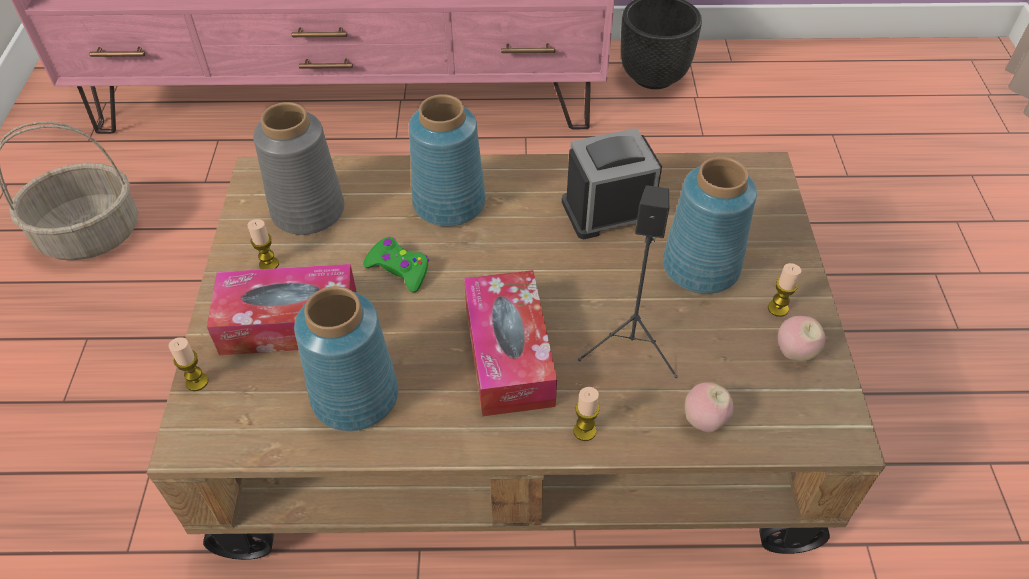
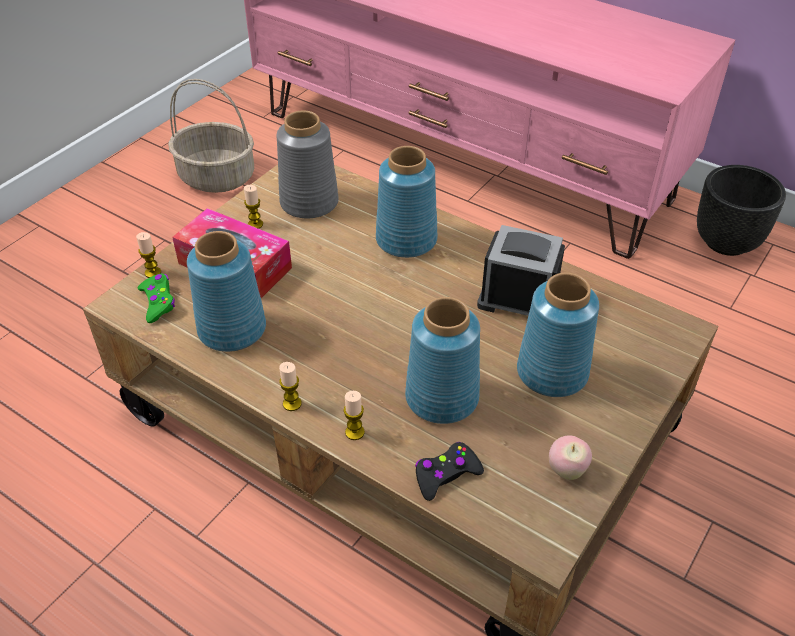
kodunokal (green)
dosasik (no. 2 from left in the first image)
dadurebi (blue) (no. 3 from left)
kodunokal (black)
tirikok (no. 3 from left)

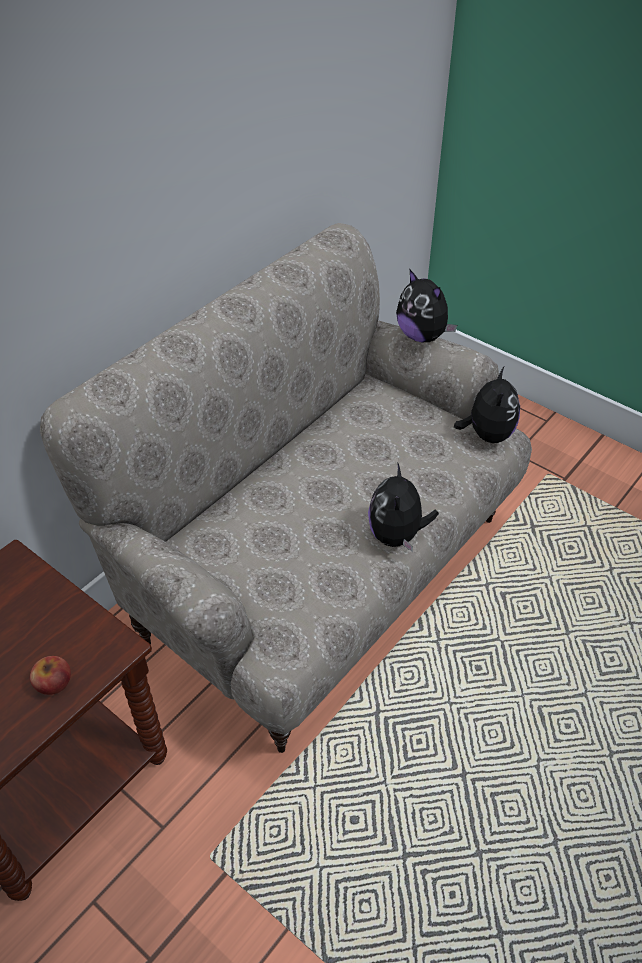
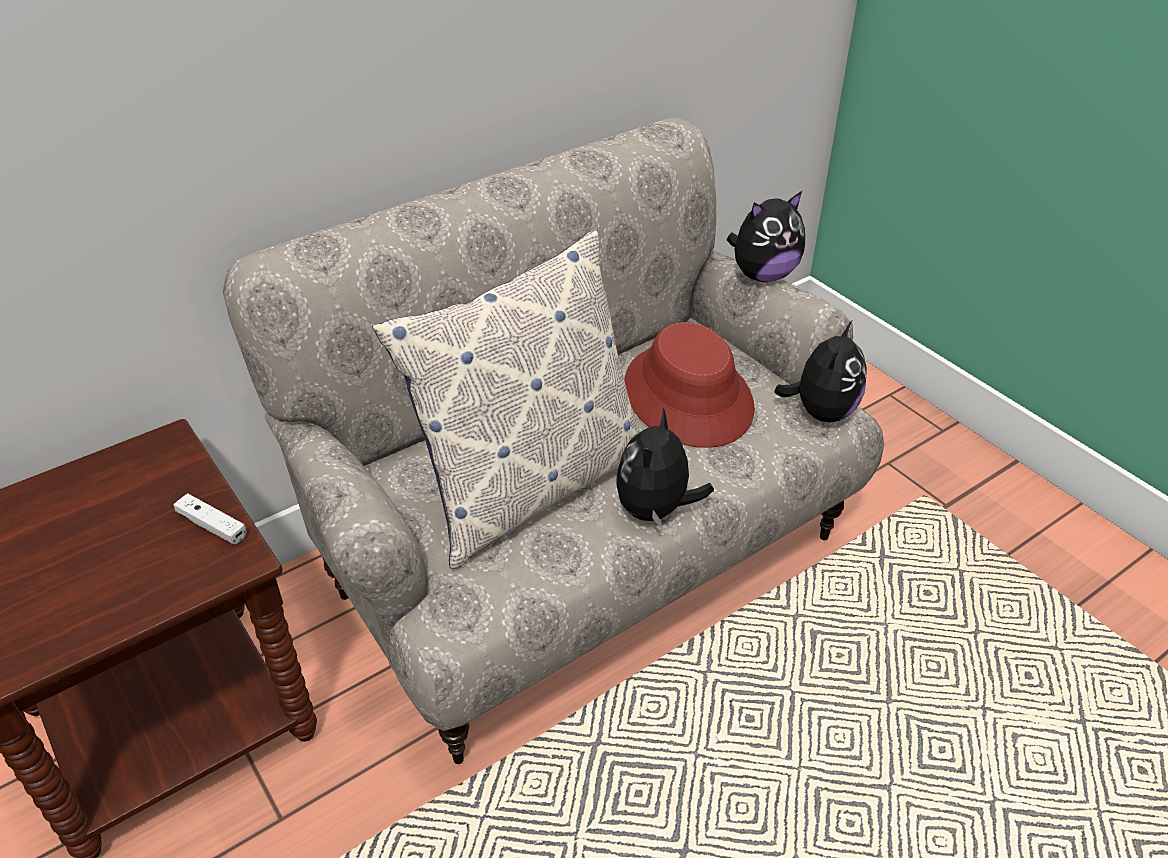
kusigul
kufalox (no. 2 from left)
kodunokal (white)
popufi
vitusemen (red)

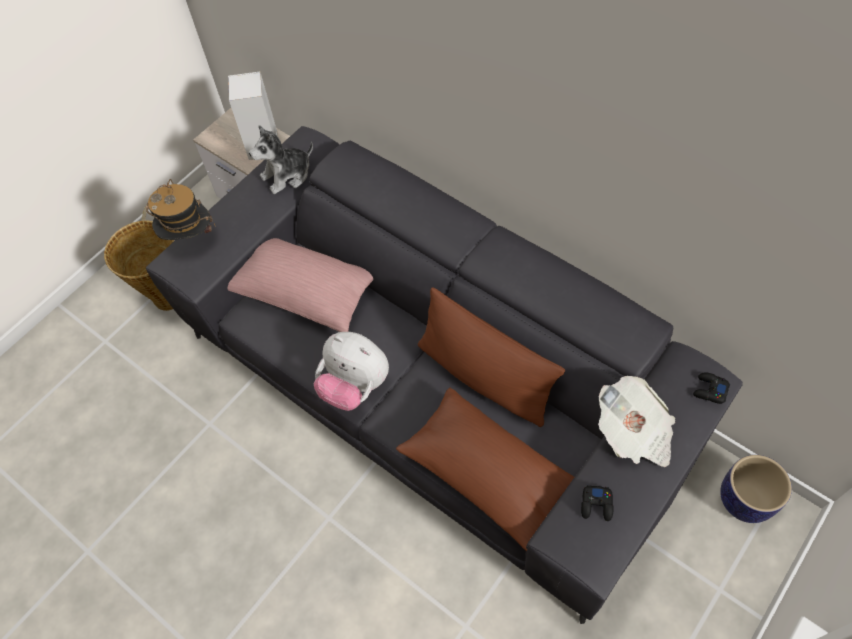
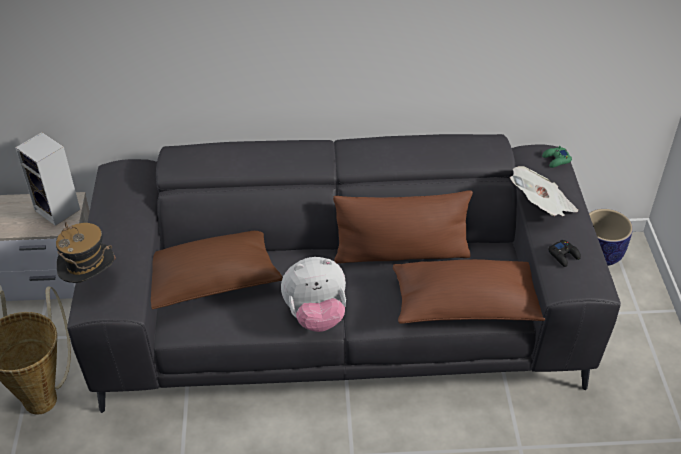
popufi (brown) (no. 1 from left)
kufalox (no. 1 from left in the first image)
kodunokal (green)

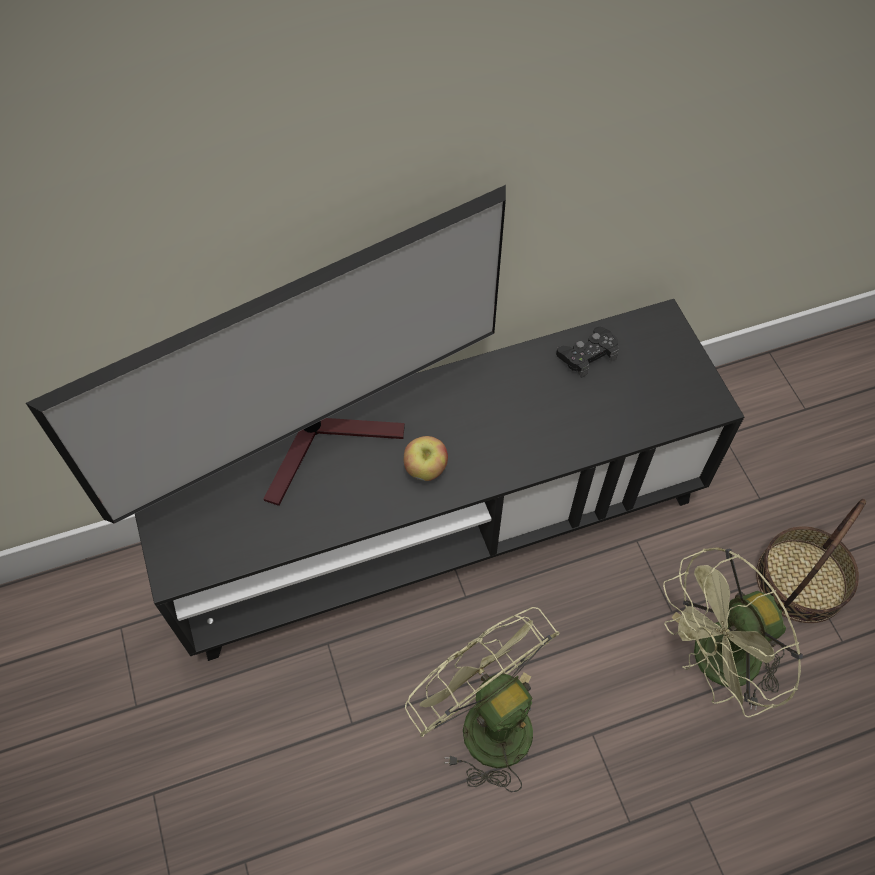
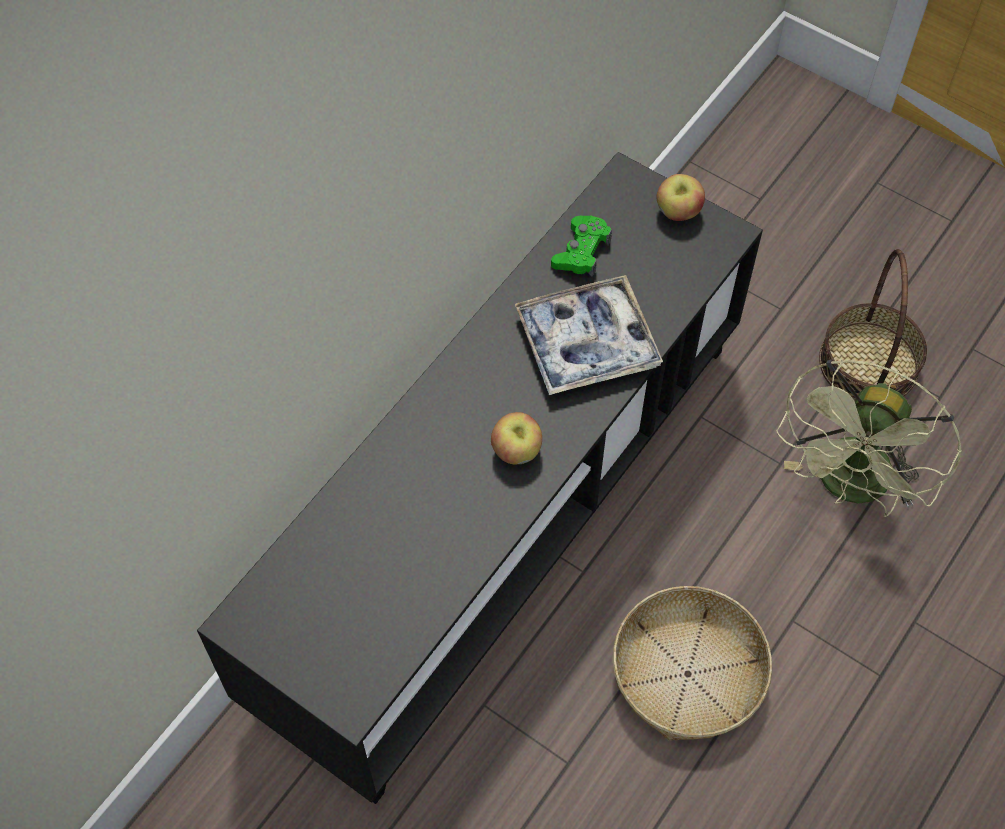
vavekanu
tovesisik (no. 1 from left)
kodunokal (green)
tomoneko
kusigul (no. 2 from left)

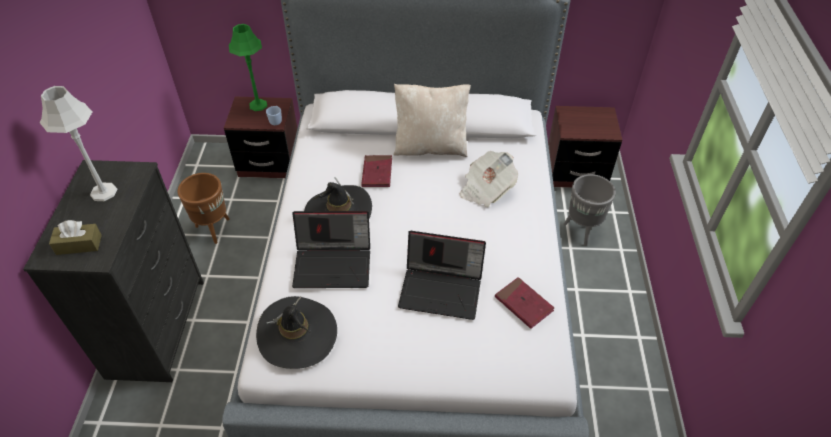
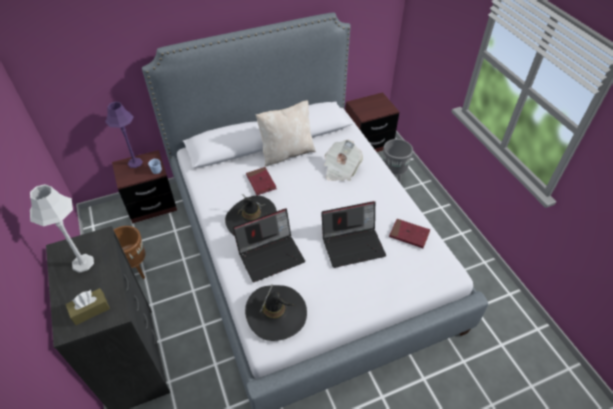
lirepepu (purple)

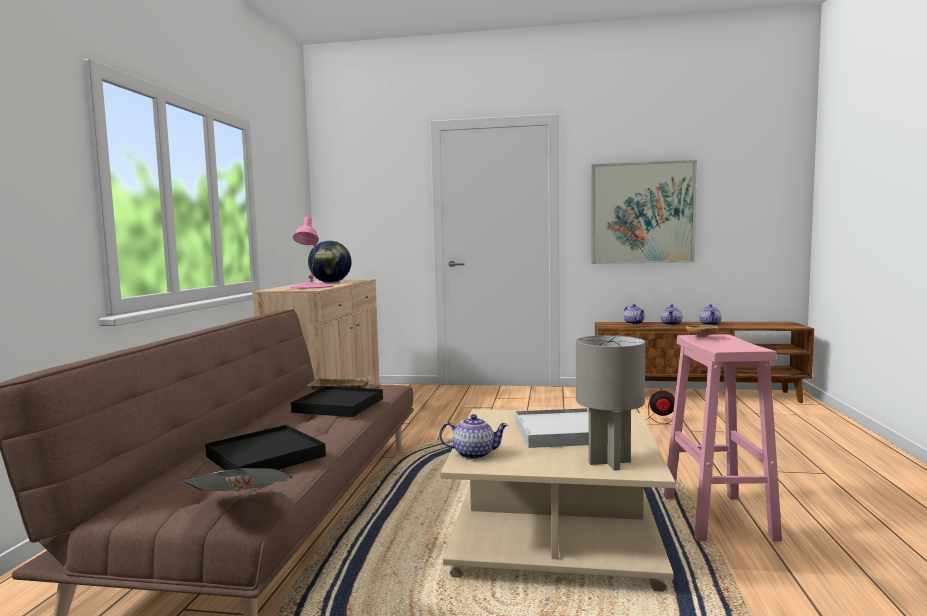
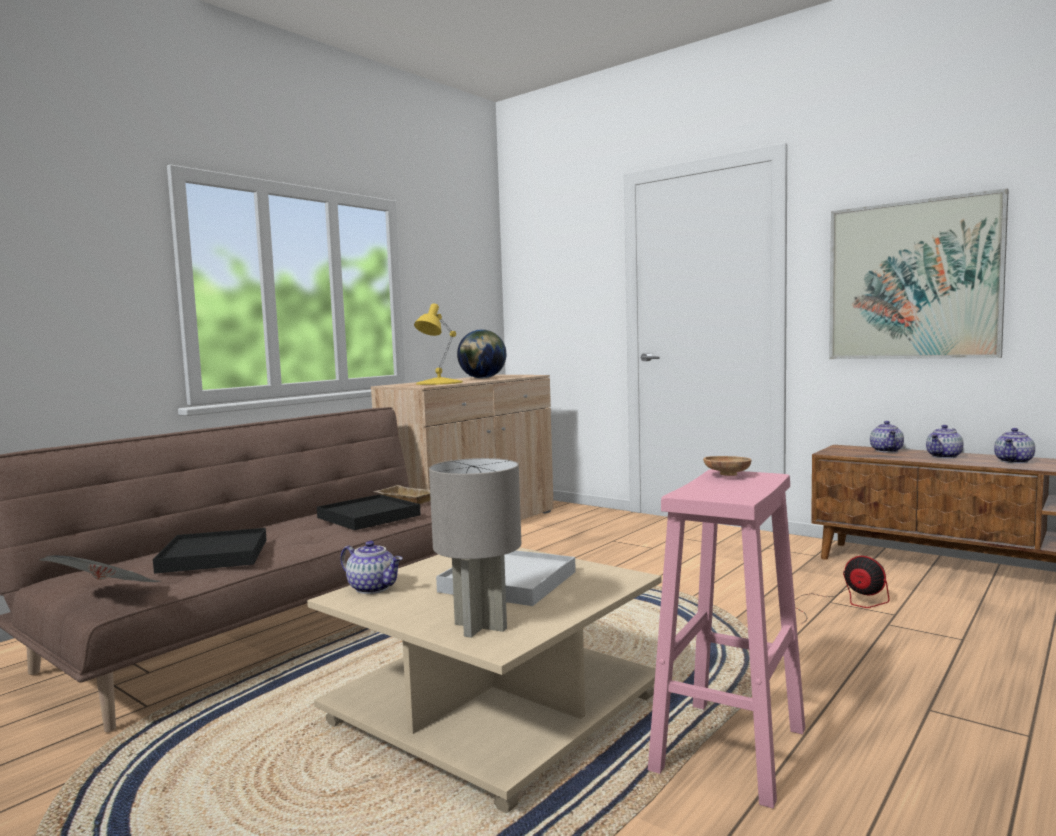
lirepepu (yellow)

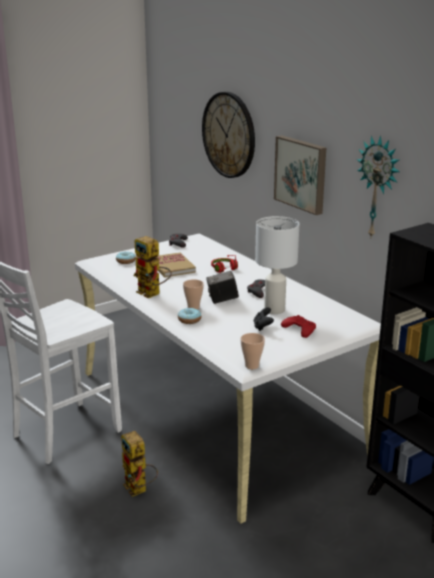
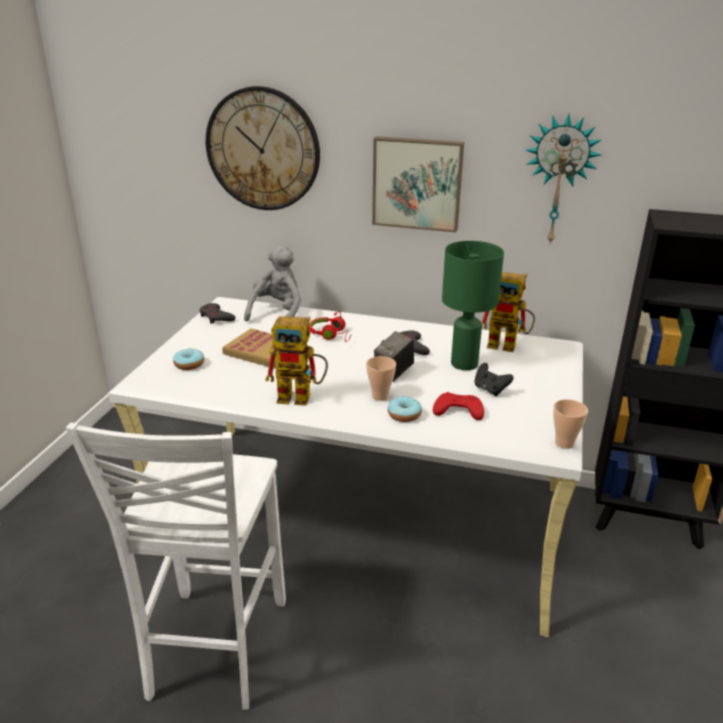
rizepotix (no. 2 from left)
lirepepu (green)
kodunokal (red)
kufalox (grey)

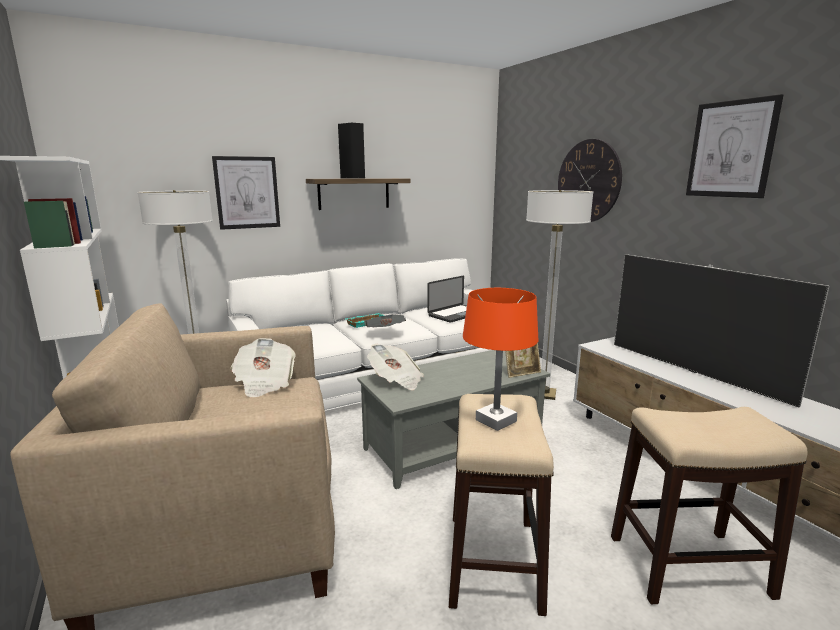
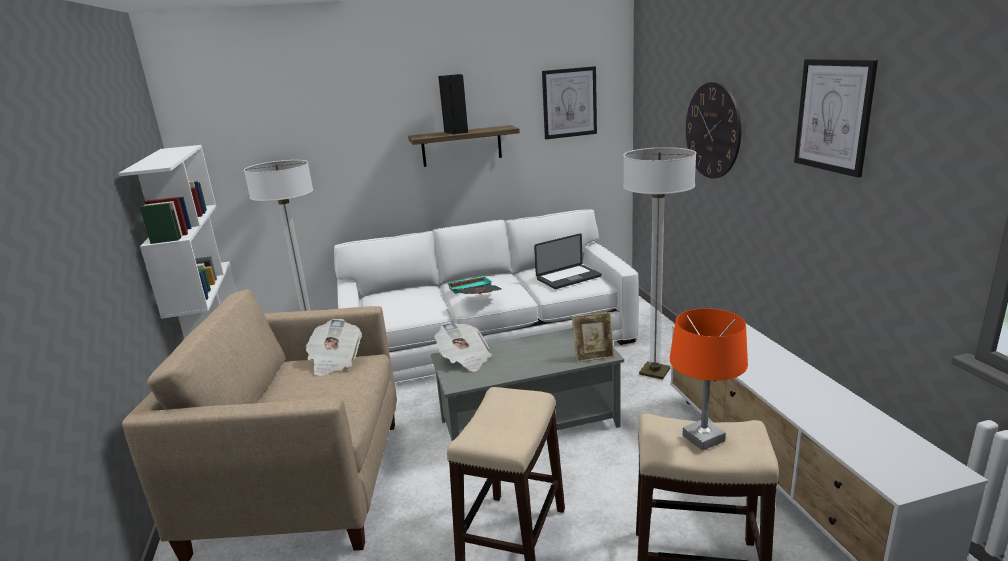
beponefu (no. 1 from left)
lirepepu (orange)
vavekanu

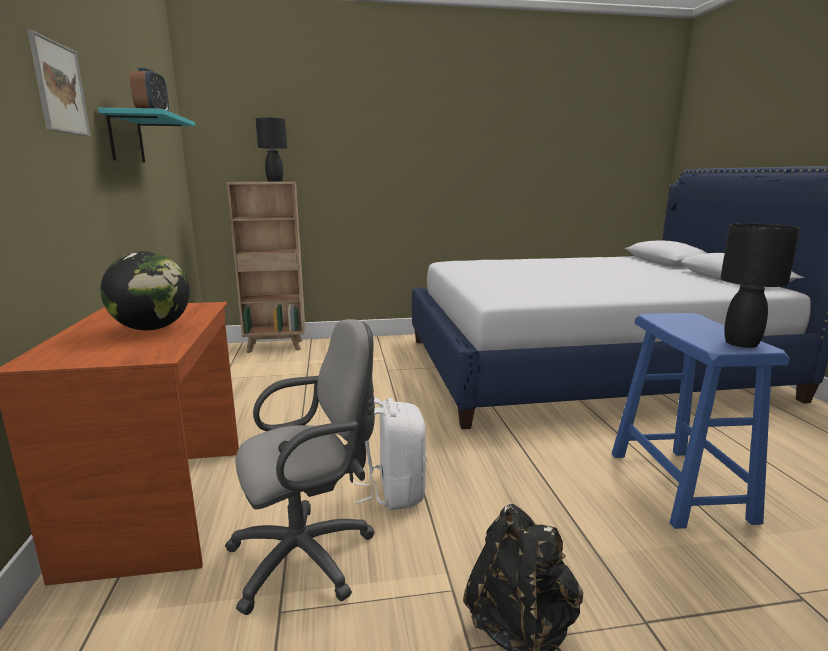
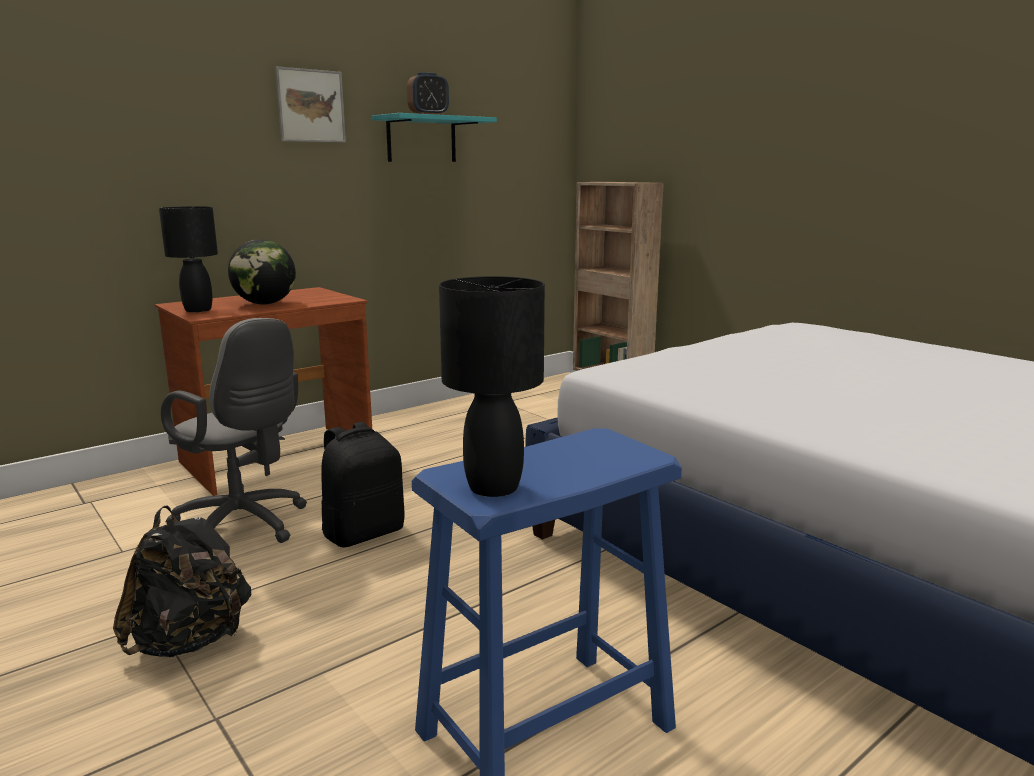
lirepepu (black) (no. 1 from left)
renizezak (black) (no. 2 from left)

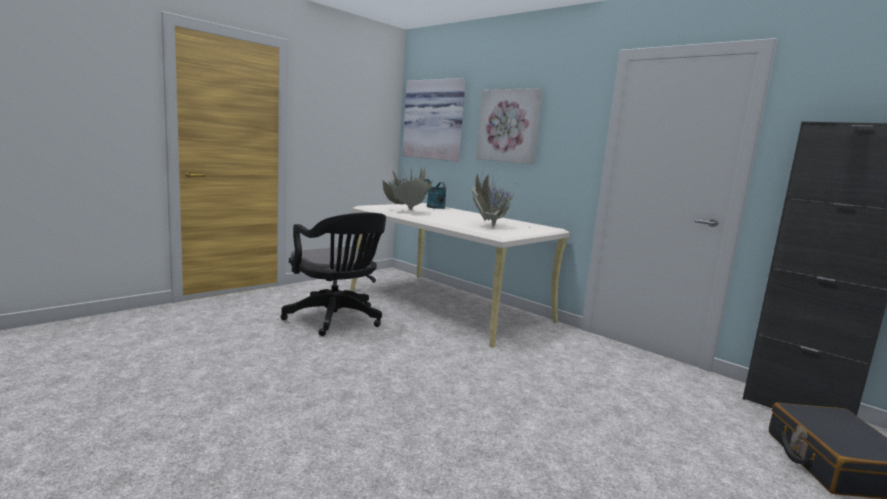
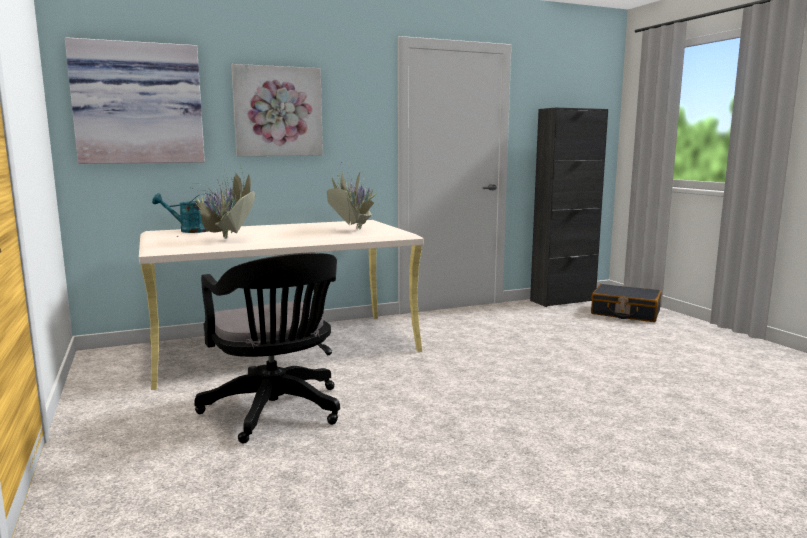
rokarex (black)

